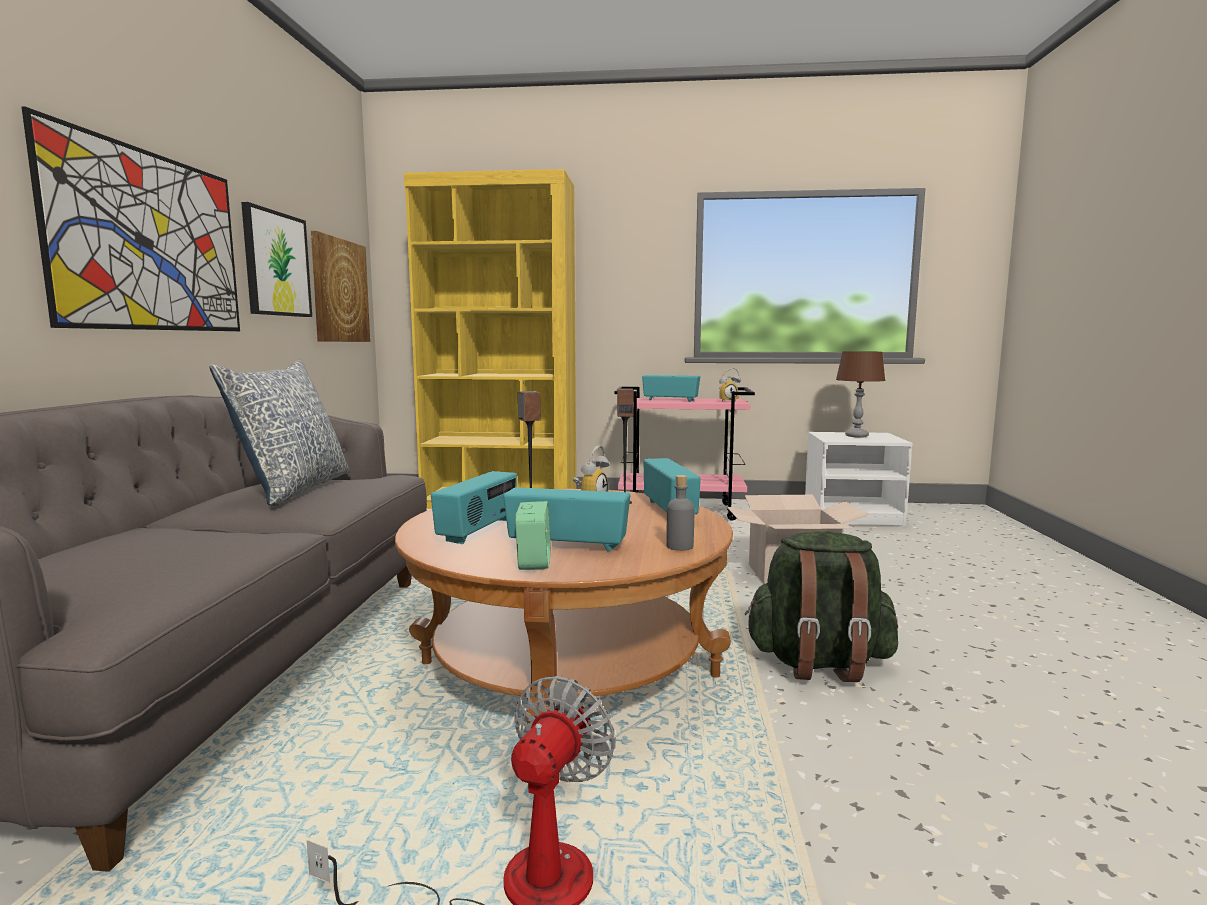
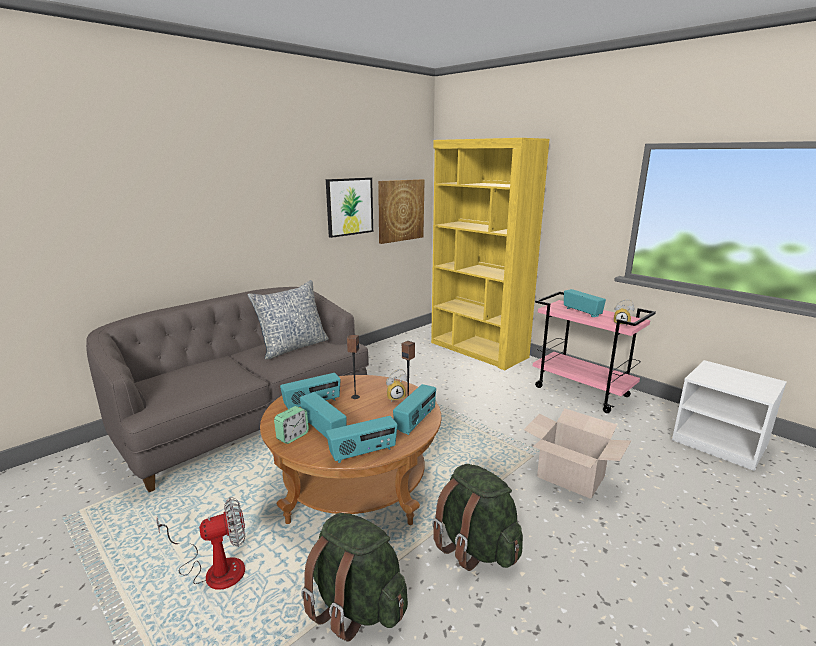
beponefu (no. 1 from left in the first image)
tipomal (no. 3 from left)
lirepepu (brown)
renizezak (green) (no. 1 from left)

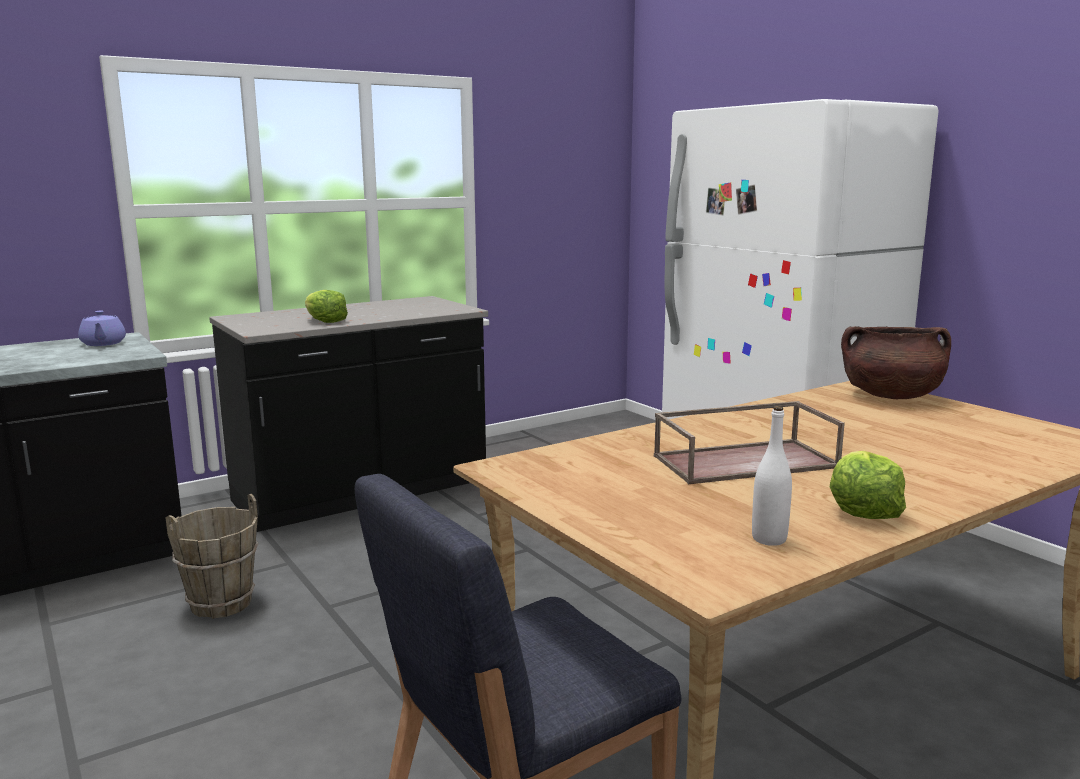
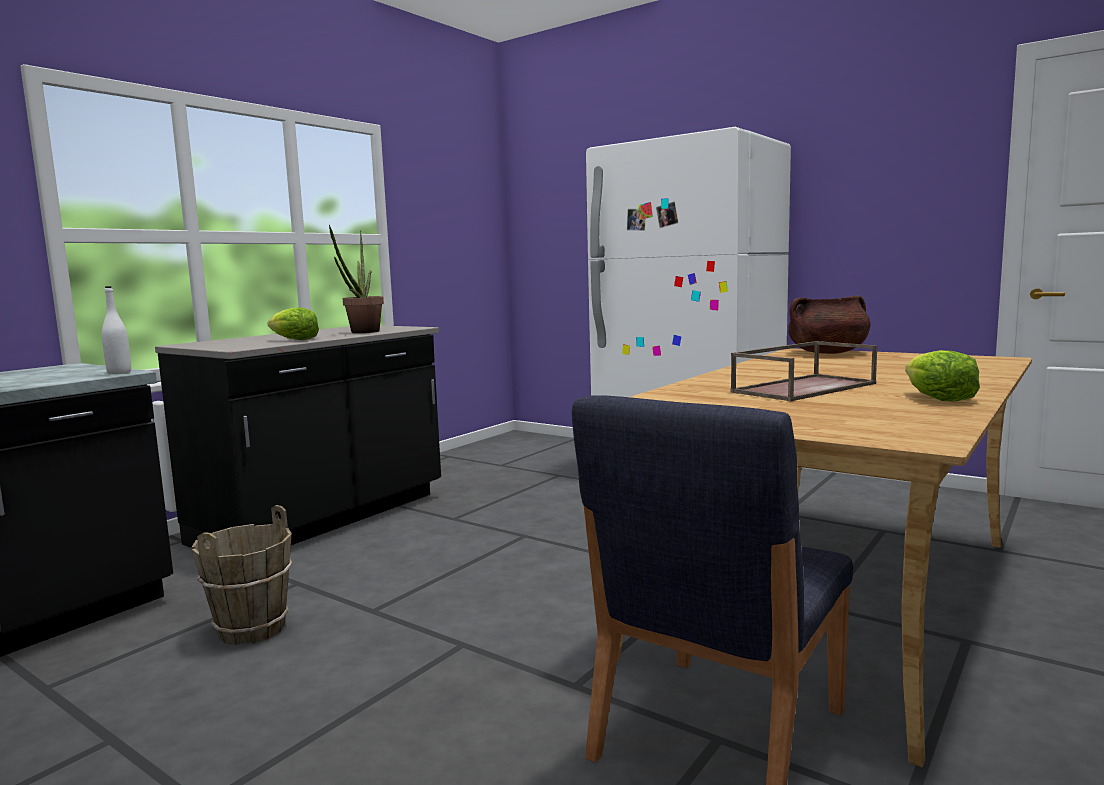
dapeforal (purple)
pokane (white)
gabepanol

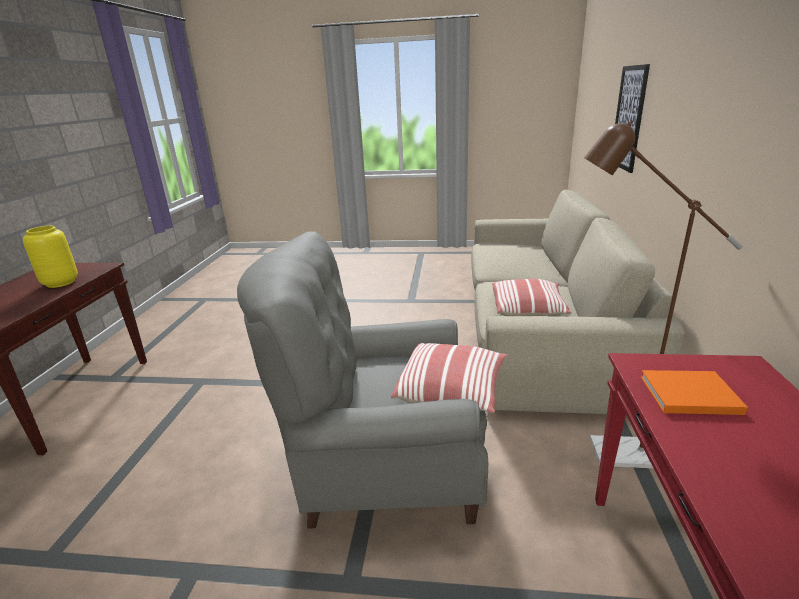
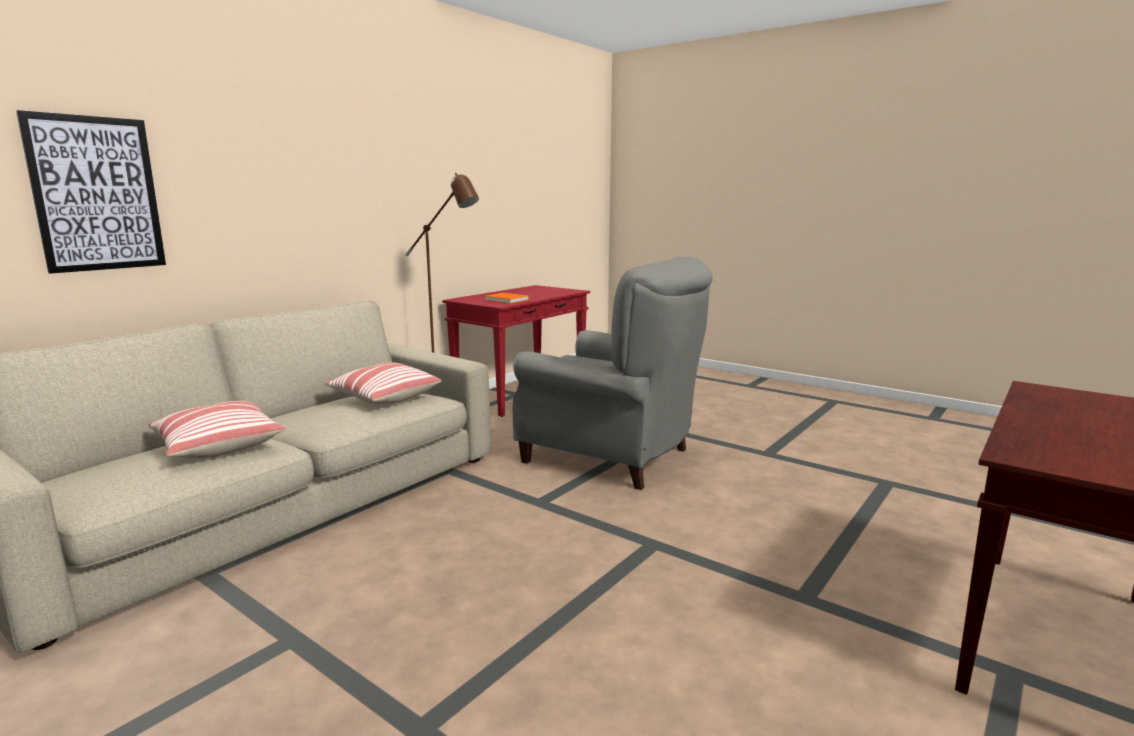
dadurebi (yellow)
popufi (no. 1 from left)

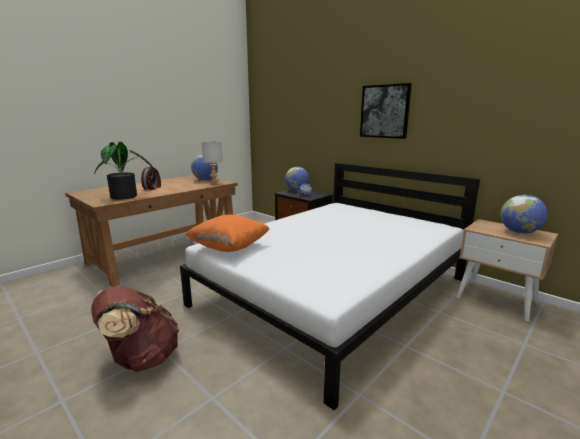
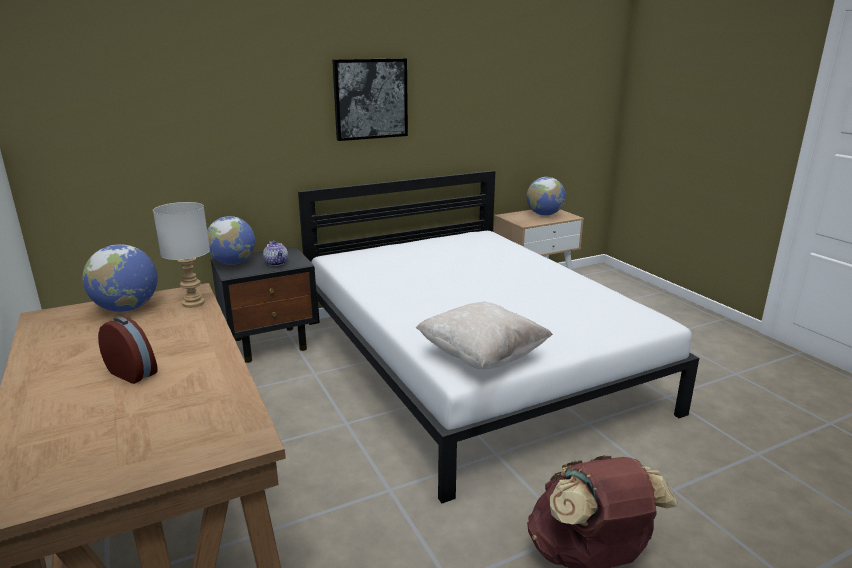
gabepanol
popufi (beige)

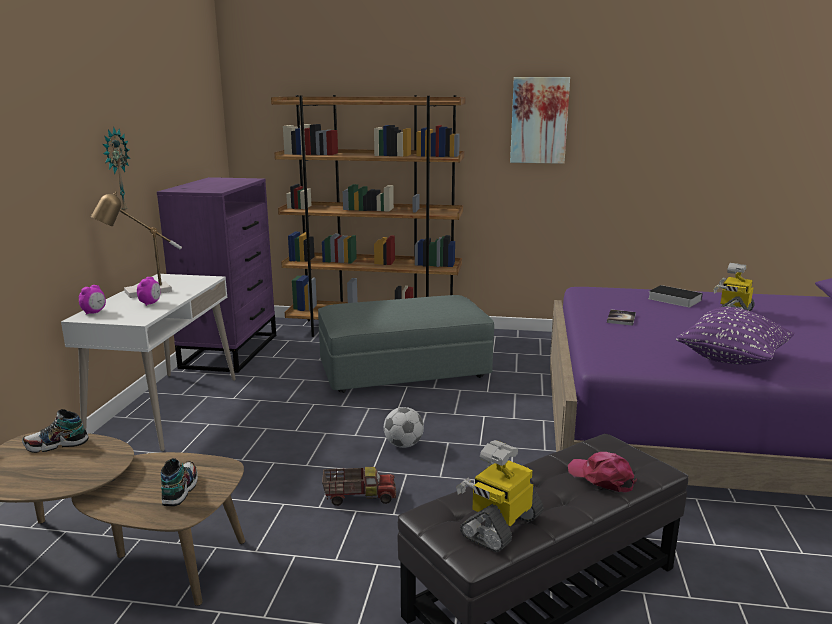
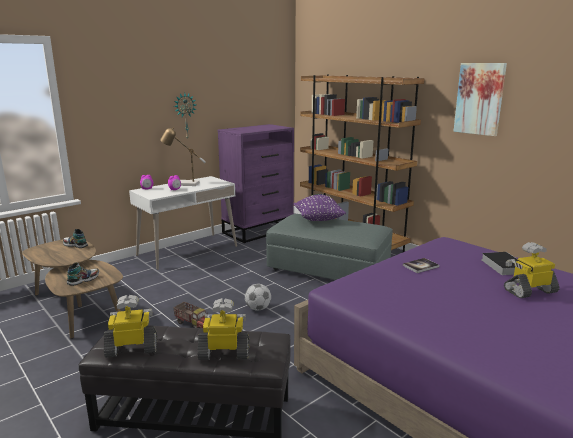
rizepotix (no. 2 from left)
popufi (purple)

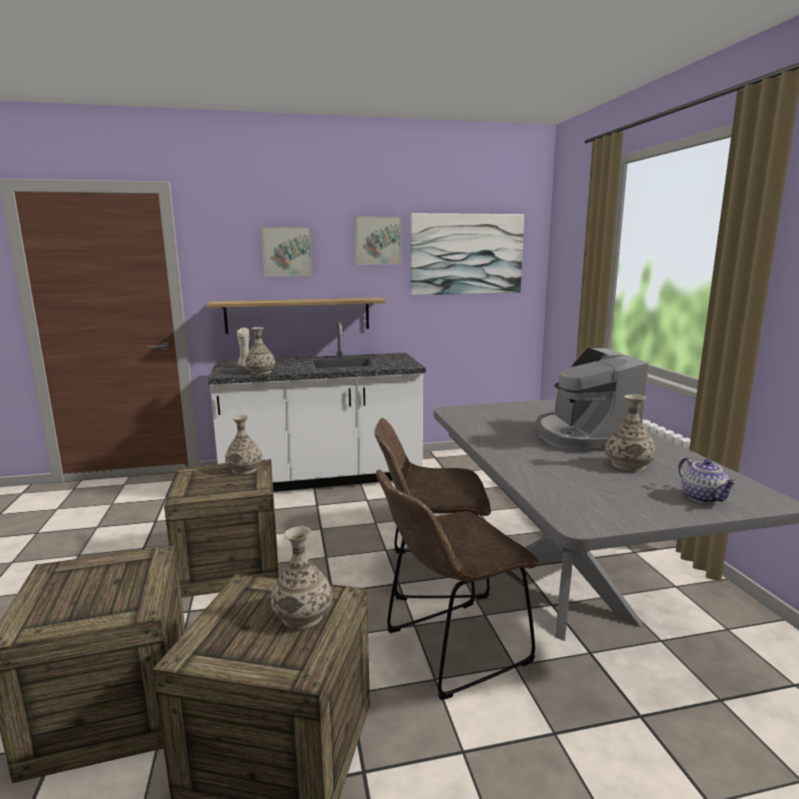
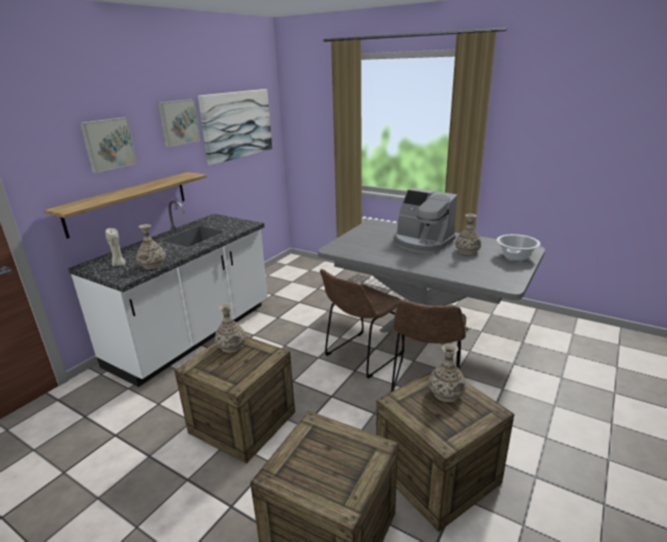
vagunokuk

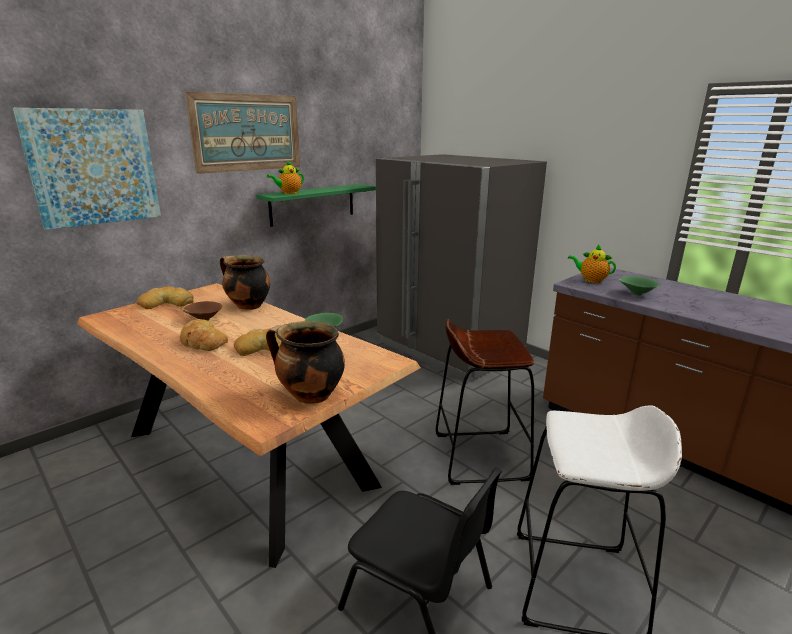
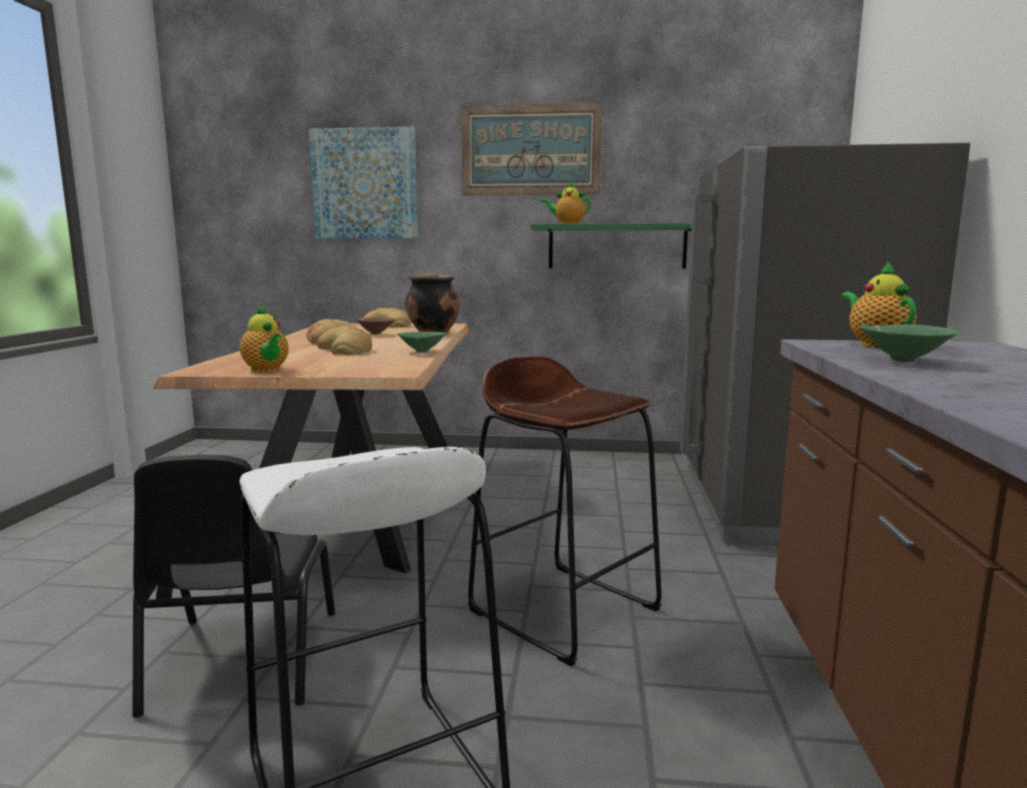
dapeforal (no. 1 from left)

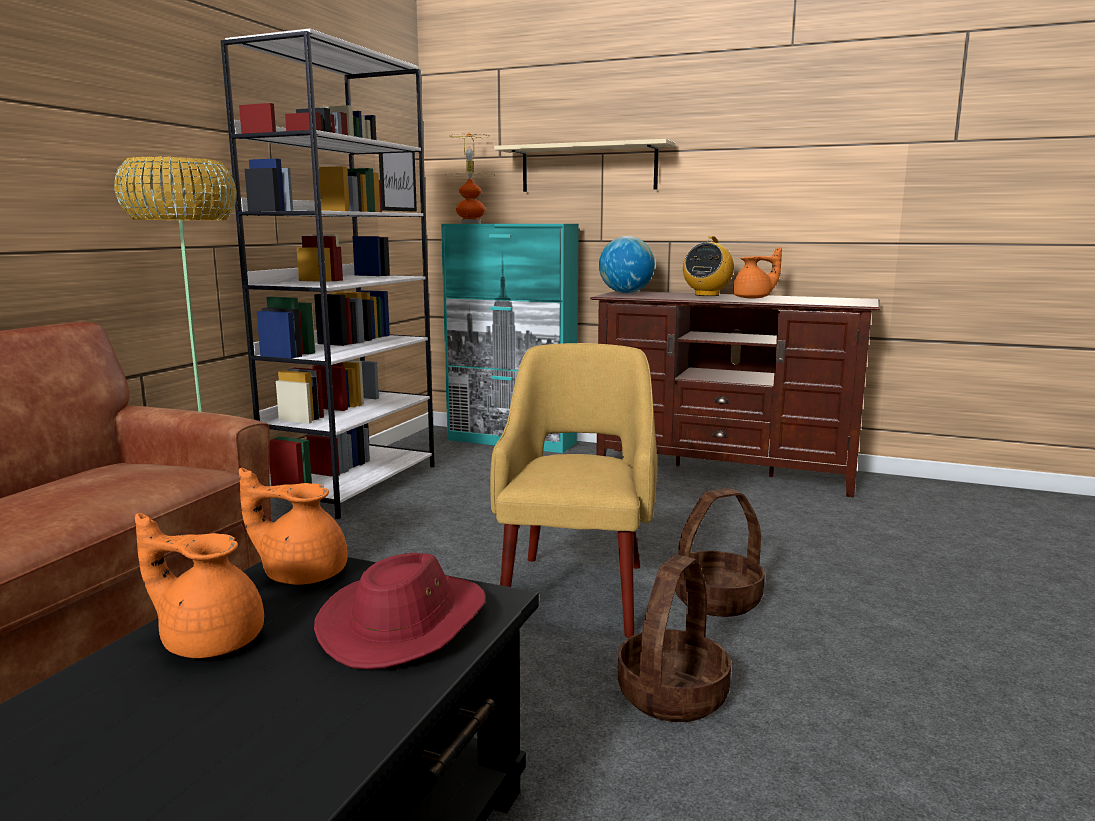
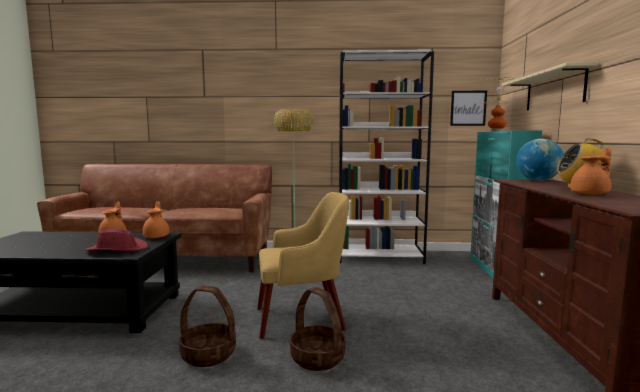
dapeforal (orange) (no. 3 from left)

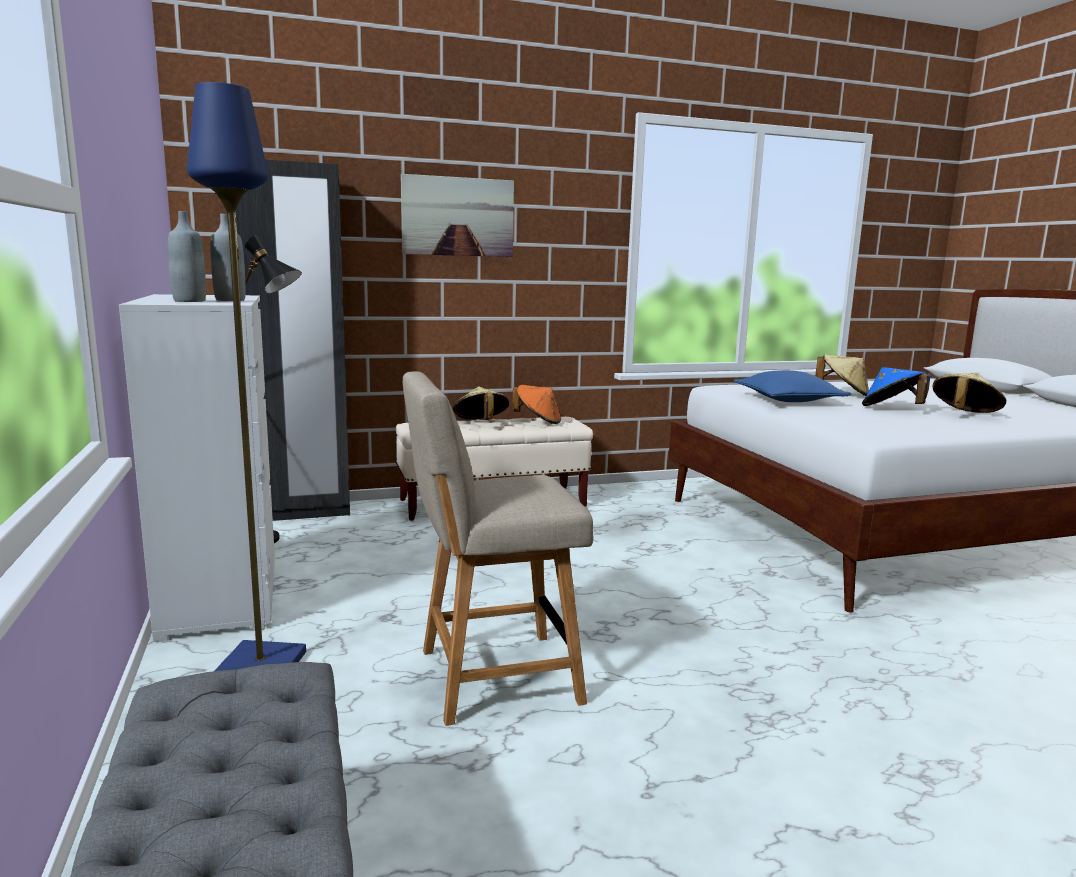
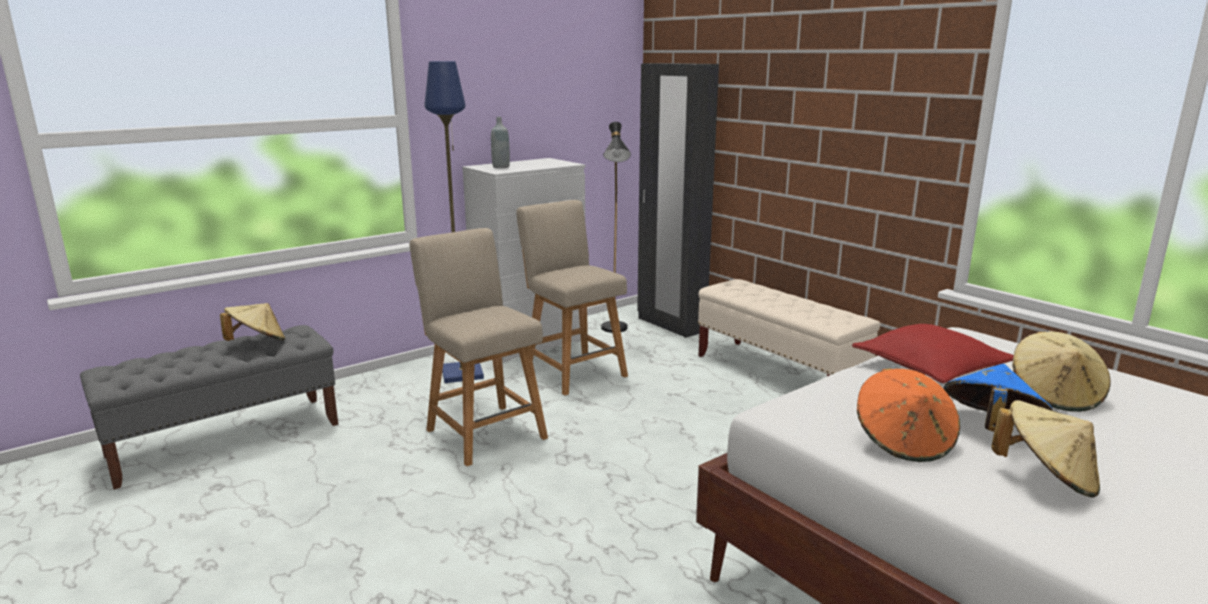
pokane (grey) (no. 2 from left in the first image)
beponefu
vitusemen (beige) (no. 1 from left)
vitusemen (orange)
popufi (red)
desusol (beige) (no. 2 from left)

